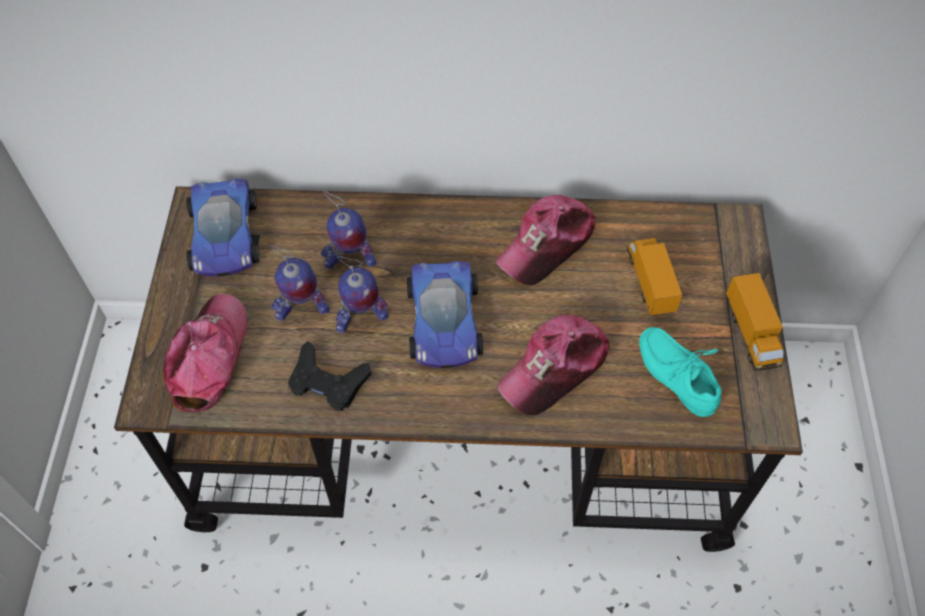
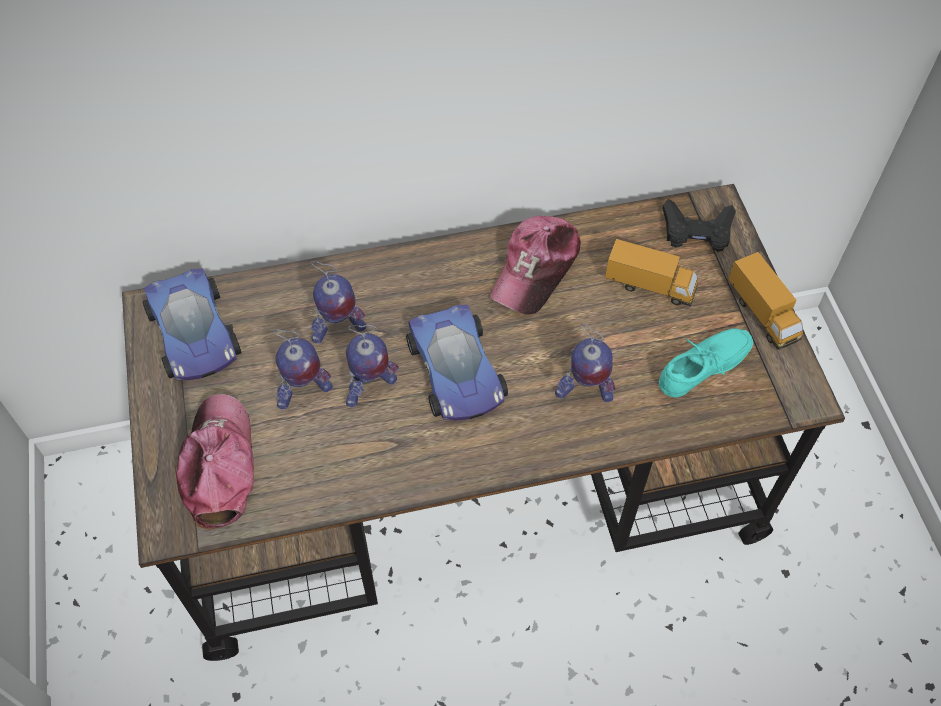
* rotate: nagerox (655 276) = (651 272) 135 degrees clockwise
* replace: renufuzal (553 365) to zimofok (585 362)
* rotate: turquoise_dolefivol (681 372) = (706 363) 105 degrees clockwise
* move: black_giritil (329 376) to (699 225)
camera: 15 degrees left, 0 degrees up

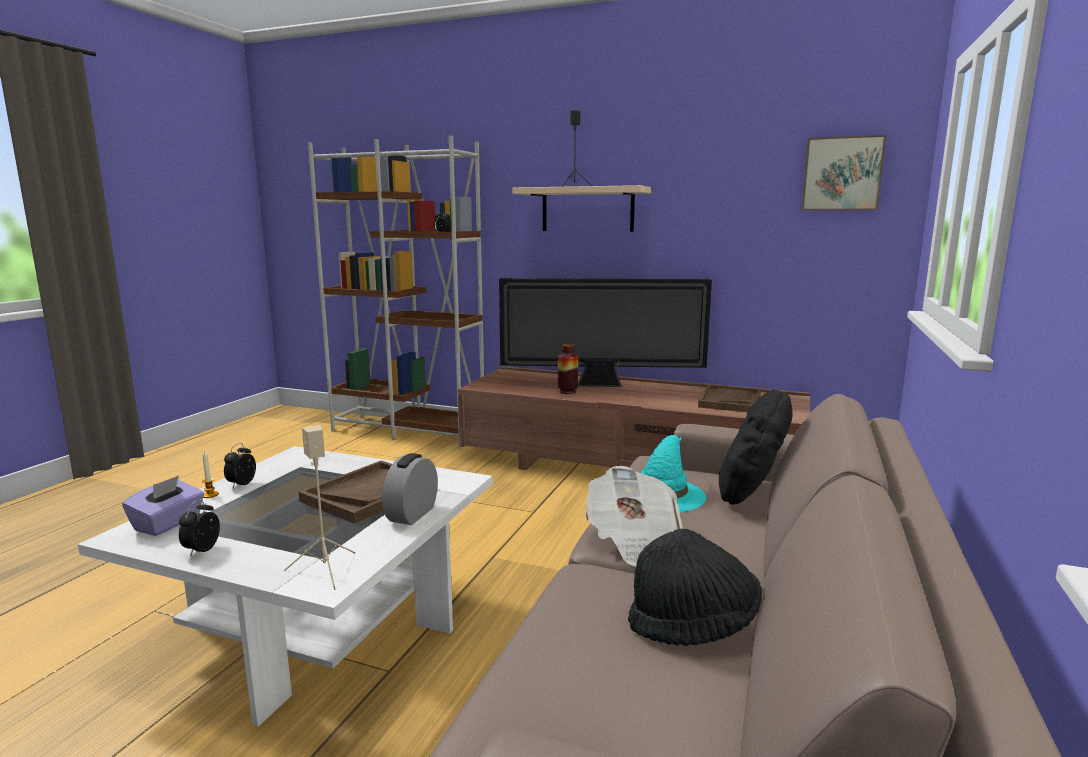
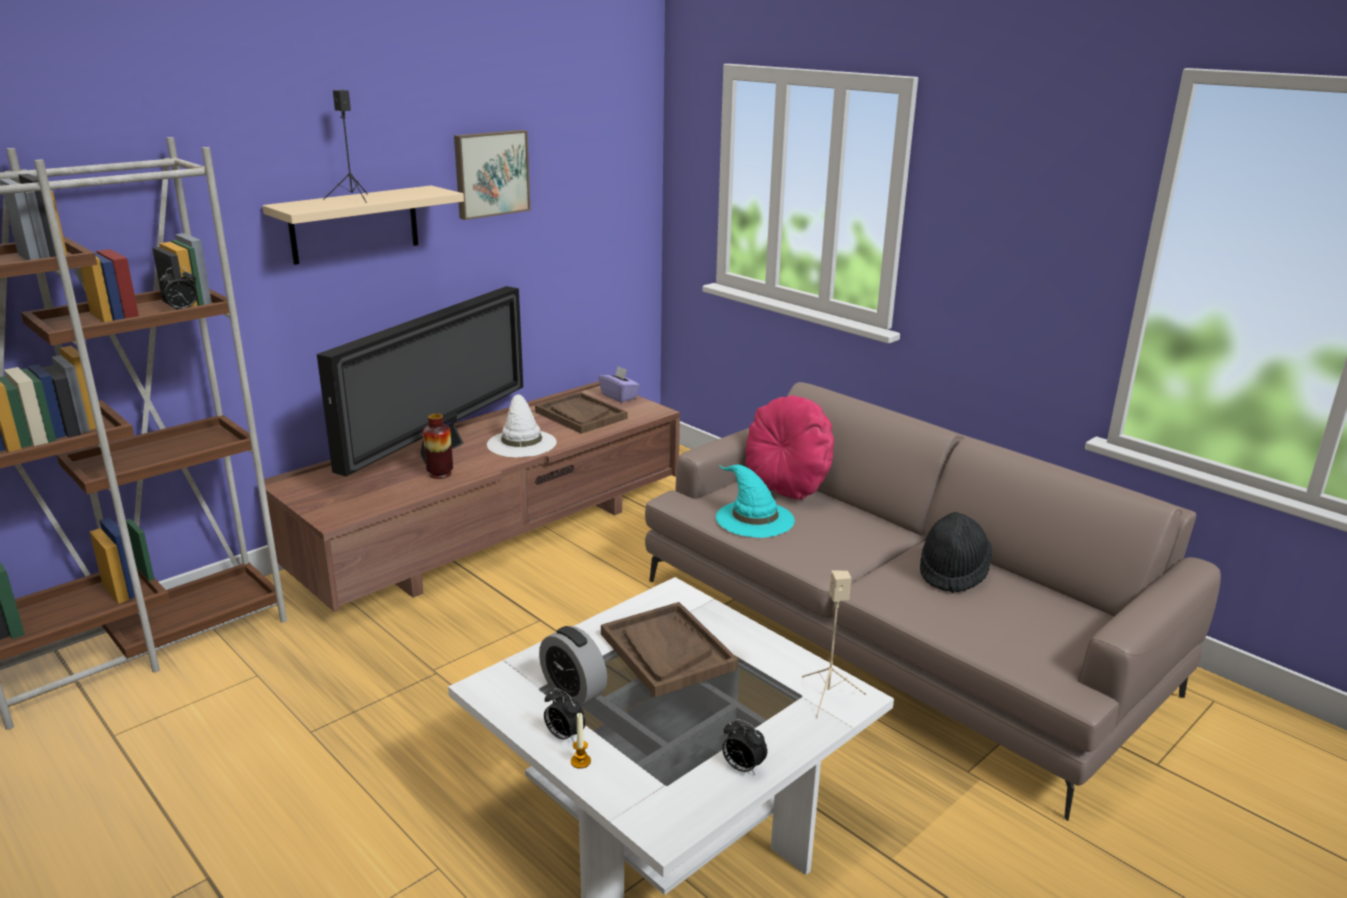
* move: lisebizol (844 172) to (492 175)
* recolor: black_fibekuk (756 447) to pink_fibekuk (789 448)
* move: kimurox (410 489) to (573 665)
* delete: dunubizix (634 516)
* move: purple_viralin (163 505) to (619 384)
* insert: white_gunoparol (522 425)
camera: 65 degrees left, 10 degrees up

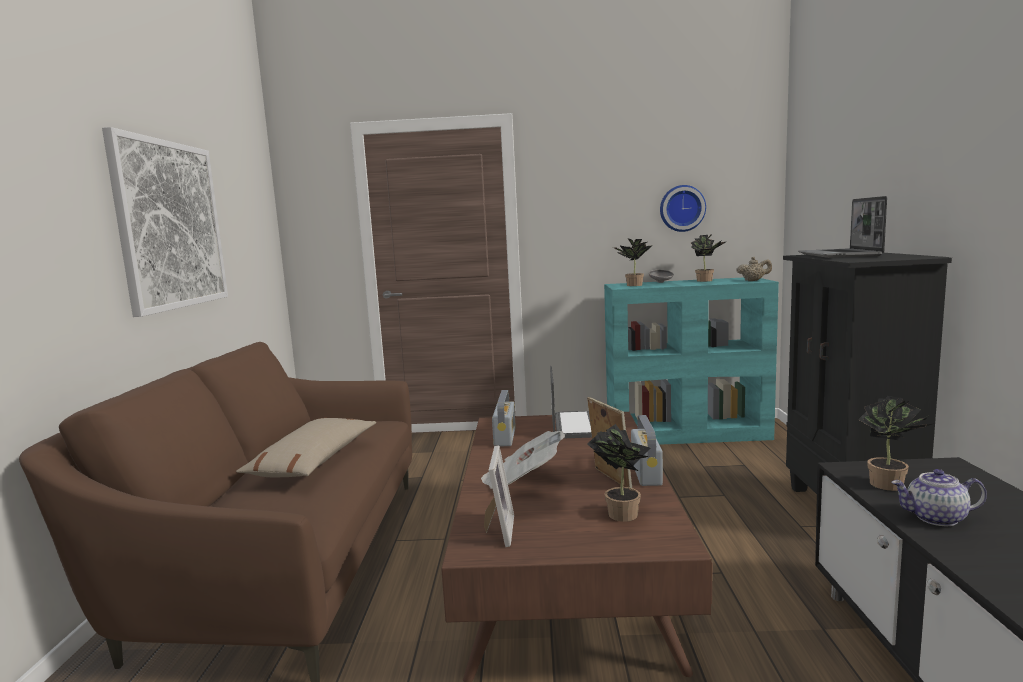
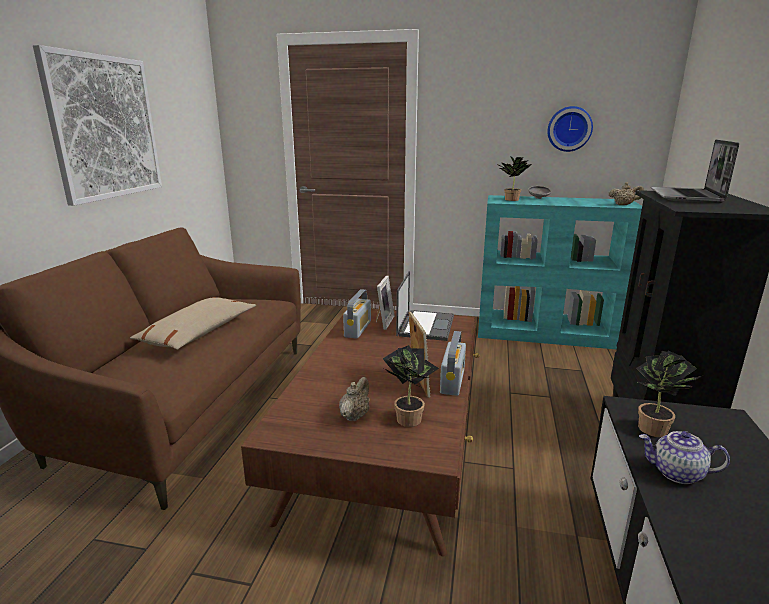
* delete: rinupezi (708 258)
* delete: dunubizix (523 460)
* move: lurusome (499 496) to (385 303)
* insert: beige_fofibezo (354 399)
camera: 10 degrees right, 10 degrees up

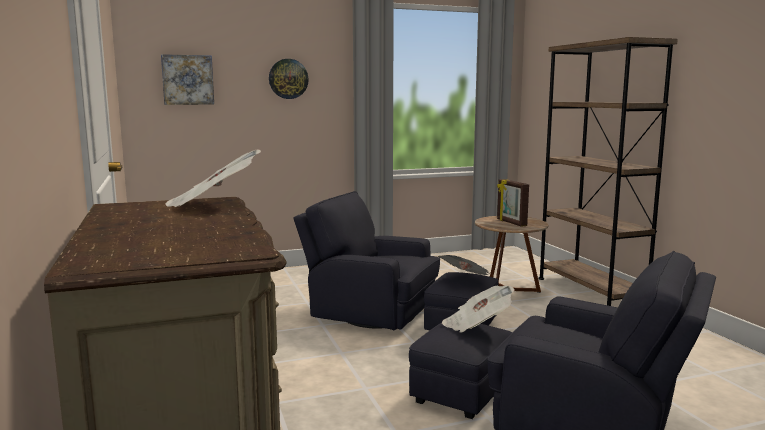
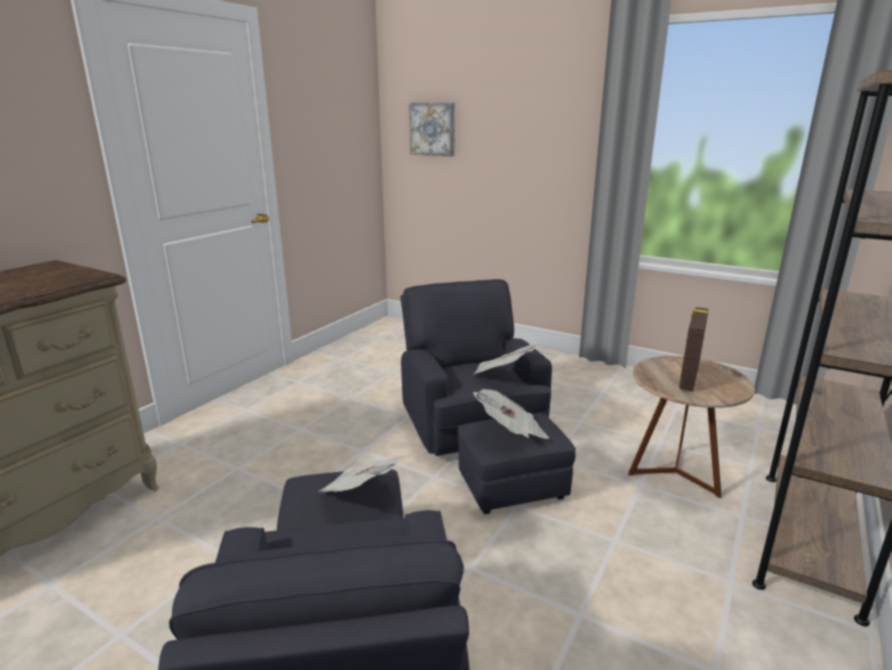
* delete: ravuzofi (289 79)
* move: dunubizix (213 178) to (504 359)
camera: 50 degrees right, 10 degrees up

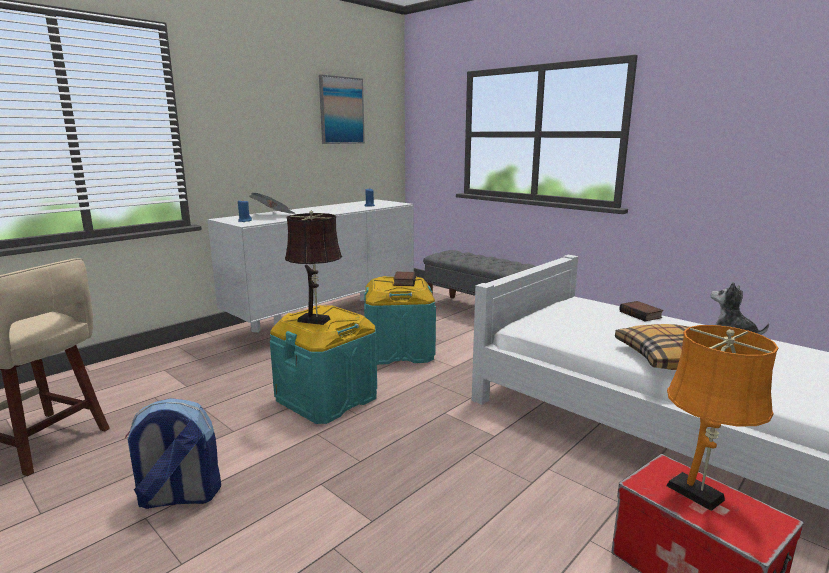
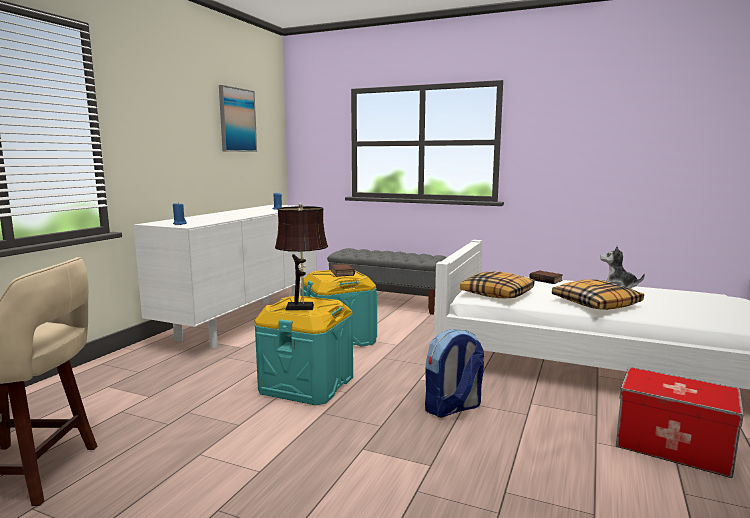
* delete: dunubizix (272 203)
* delete: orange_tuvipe (722 418)
* move: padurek (173 453) to (454 373)
* insert: fibekuk (497 284)
camera: 20 degrees left, 5 degrees down

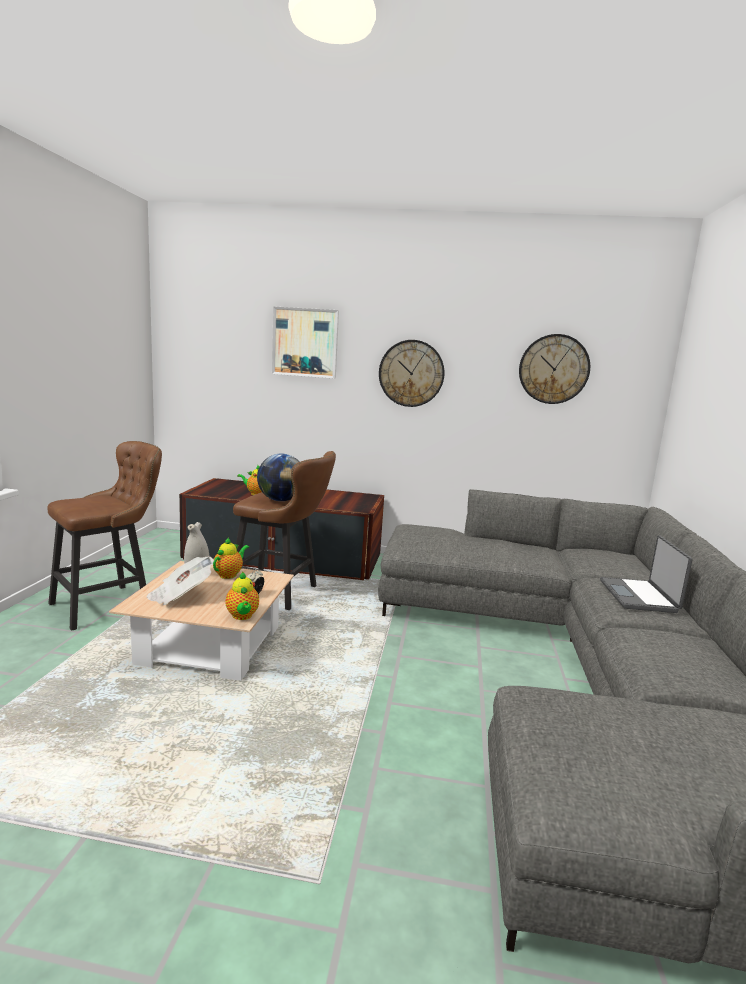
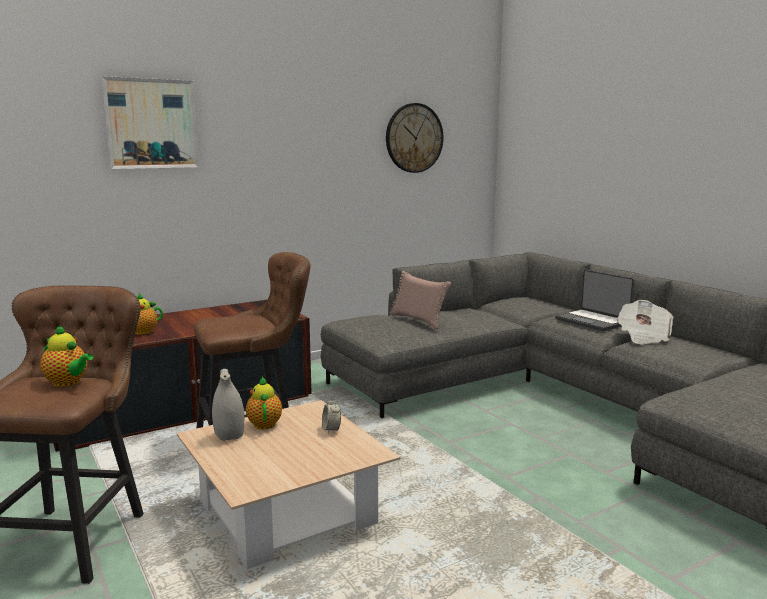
* delete: ravuzofi (412 373)
* delete: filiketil (278 477)
* move: dunubizix (180 581) to (645 322)
* move: fofibezo (242 596) to (67 356)
* insert: beige_fibekuk (420 300)
camera: 40 degrees left, 0 degrees up

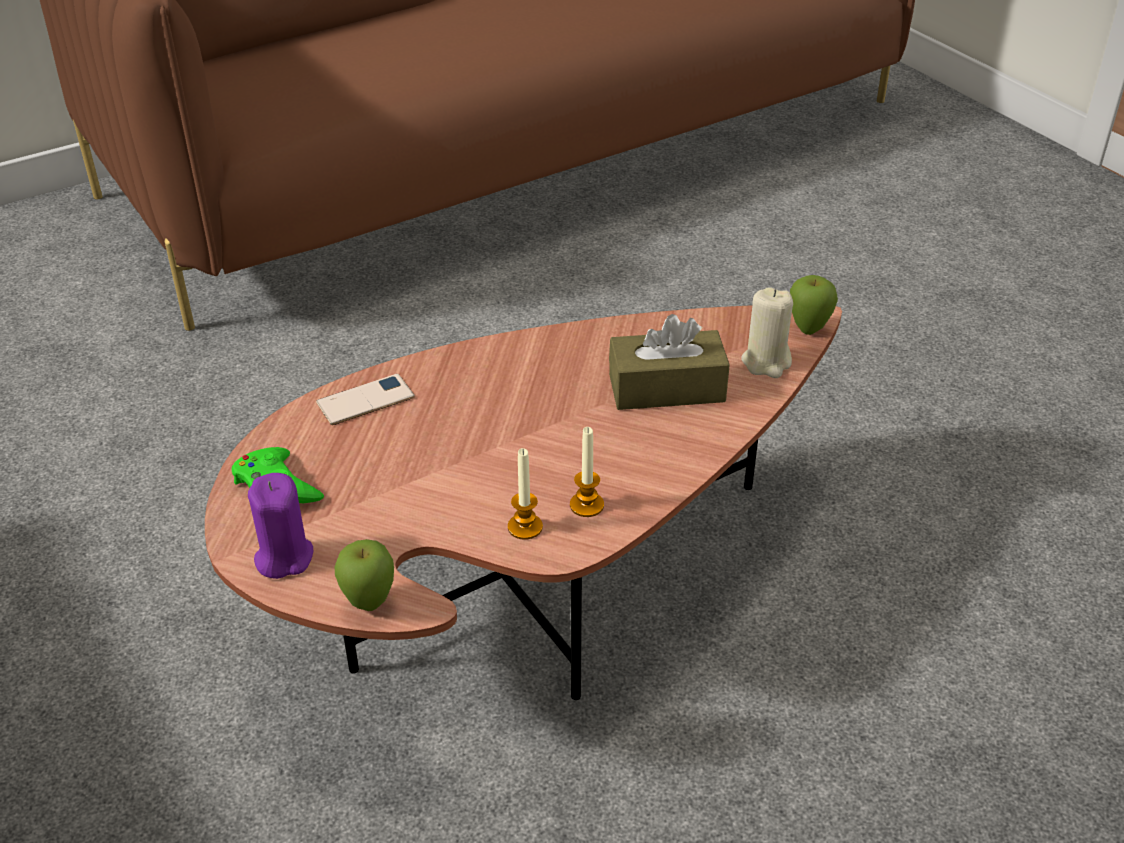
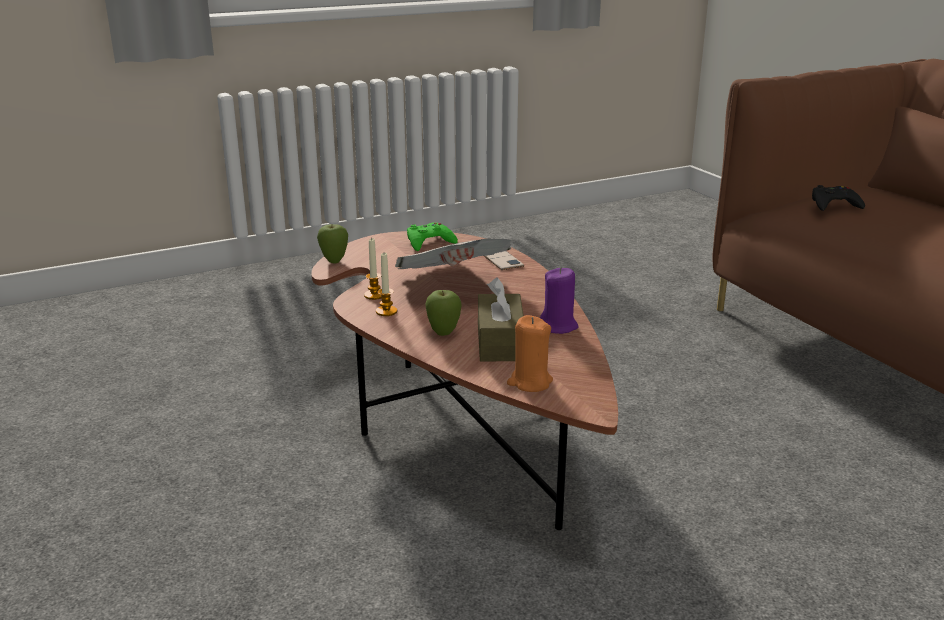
* move: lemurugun (814 305) to (444 313)
* recolor: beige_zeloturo (767 332) to orange_zeloturo (530 353)
* move: purple_zeloturo (280 526) to (559 300)
* insert: black_giritil (838 198)
* insert: dunubizix (453 253)
camera: 95 degrees right, 15 degrees down

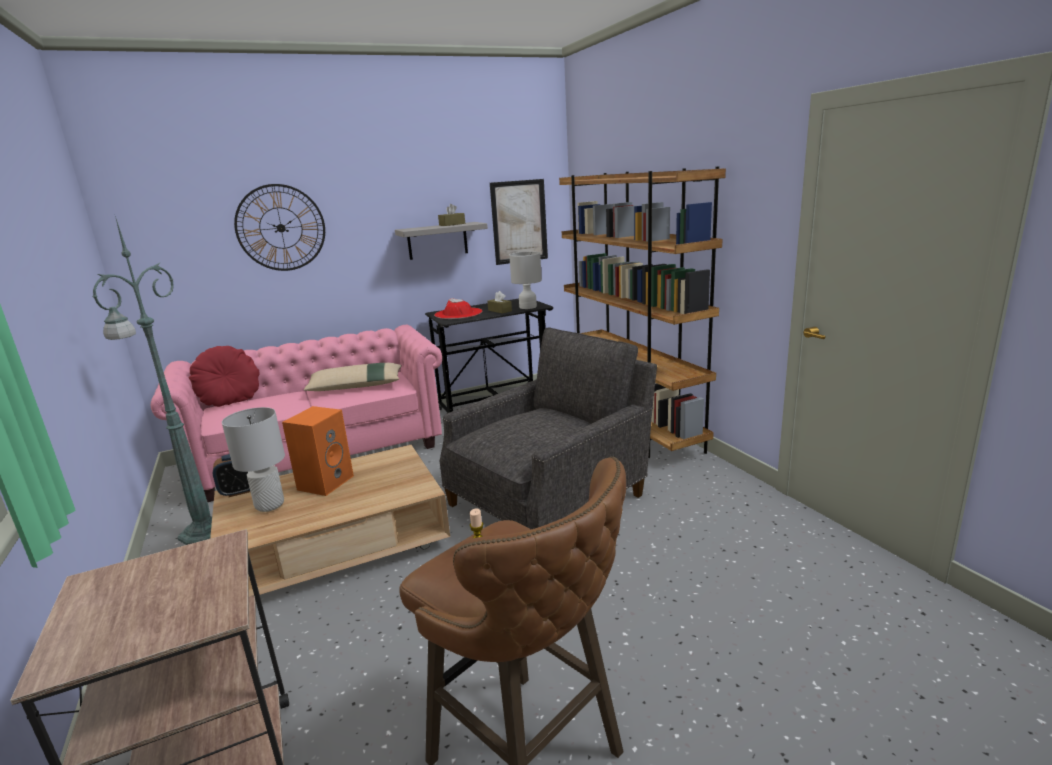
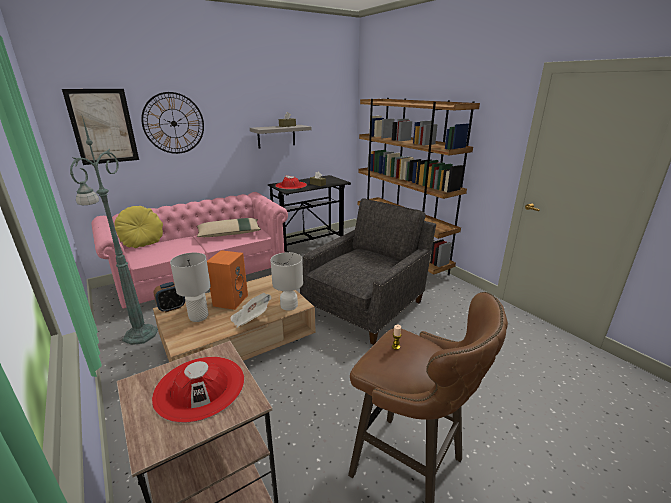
* move: lisebizol (519 222) to (100 127)
* move: grey_tuvipe (525 280) to (286 281)
* recolor: red_fibekuk (224 376) to yellow_fibekuk (138 227)
* insert: dunubizix (251 310)
* insert: red_gunoparol (198 390)
camera: 10 degrees left, 5 degrees up

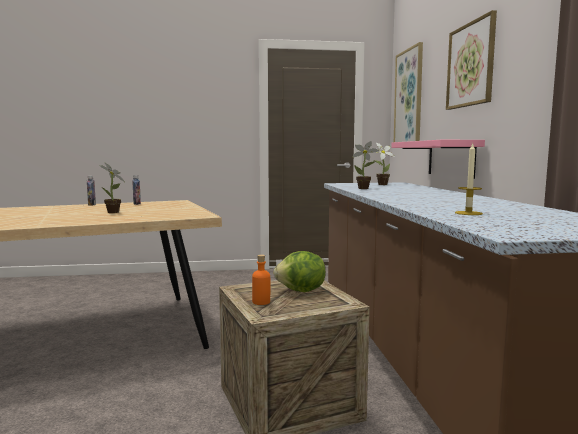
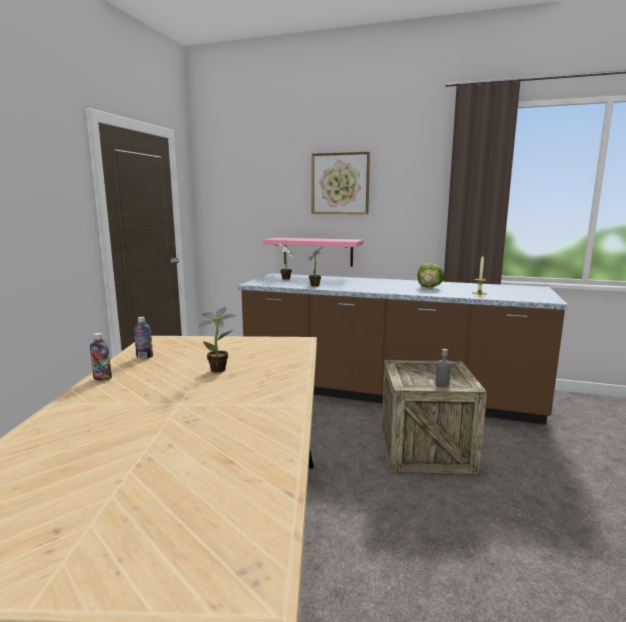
* delete: lisebizol (408 92)
* move: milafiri (299 271) to (431 275)
* recolor: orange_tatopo (261 279) to grey_tatopo (443 367)
camera: 65 degrees left, 5 degrees up

